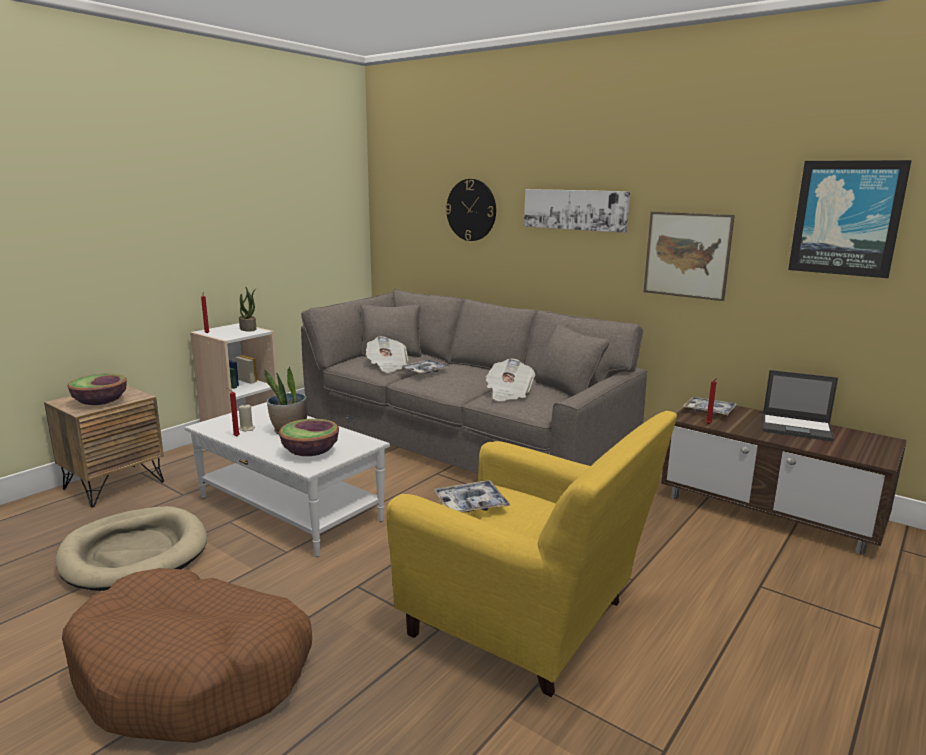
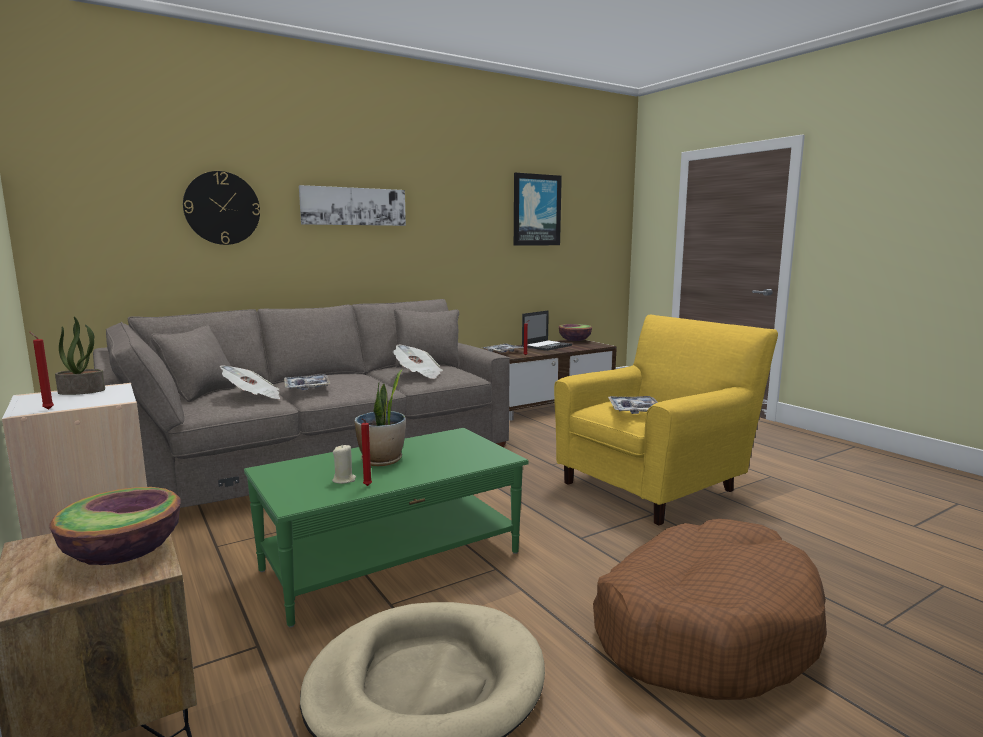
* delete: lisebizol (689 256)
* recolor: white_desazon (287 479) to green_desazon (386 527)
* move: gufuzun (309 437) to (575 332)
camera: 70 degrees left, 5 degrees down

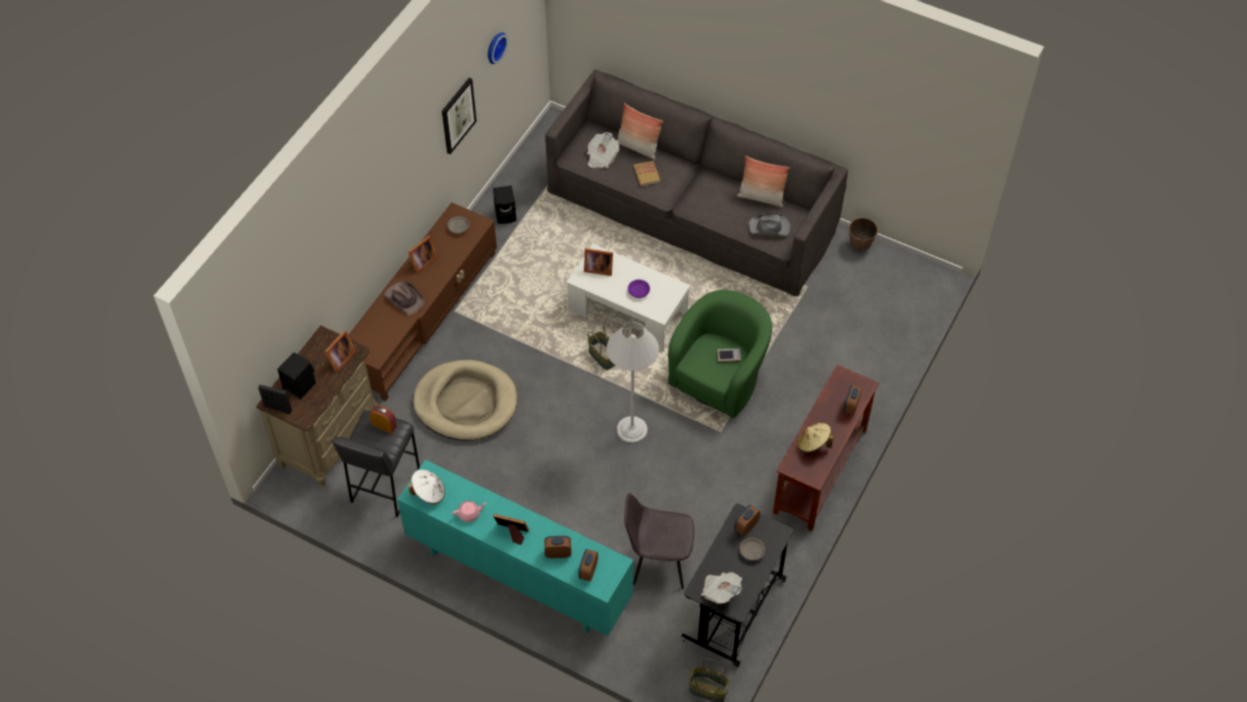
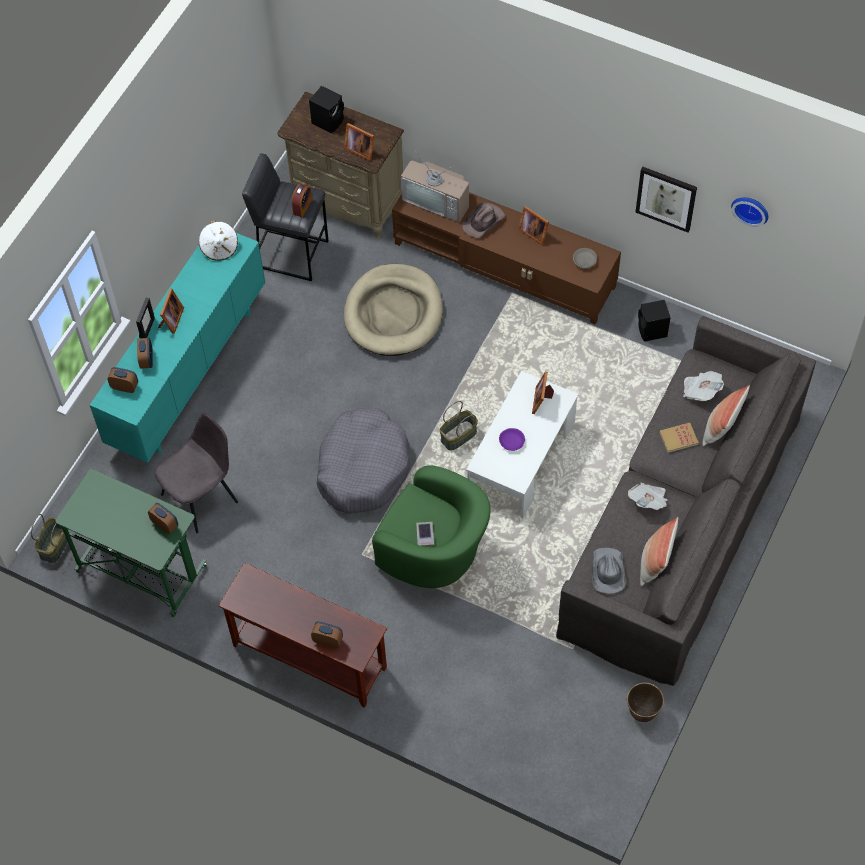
* replace: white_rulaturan (632 382) to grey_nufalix (363 460)
* move: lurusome (275 399) to (145 318)
* delete: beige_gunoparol (815 437)
* rotate: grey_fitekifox (659 541) = (196 473) 45 degrees clockwise
* delete: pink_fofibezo (469 511)
* recolor: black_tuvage (737 585) to green_tuvage (131 543)
* delete: grey_gufuzun (752 549)
* move: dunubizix (721 588) to (647 496)
* insert: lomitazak (435 186)
camera: 90 degrees right, 5 degrees up

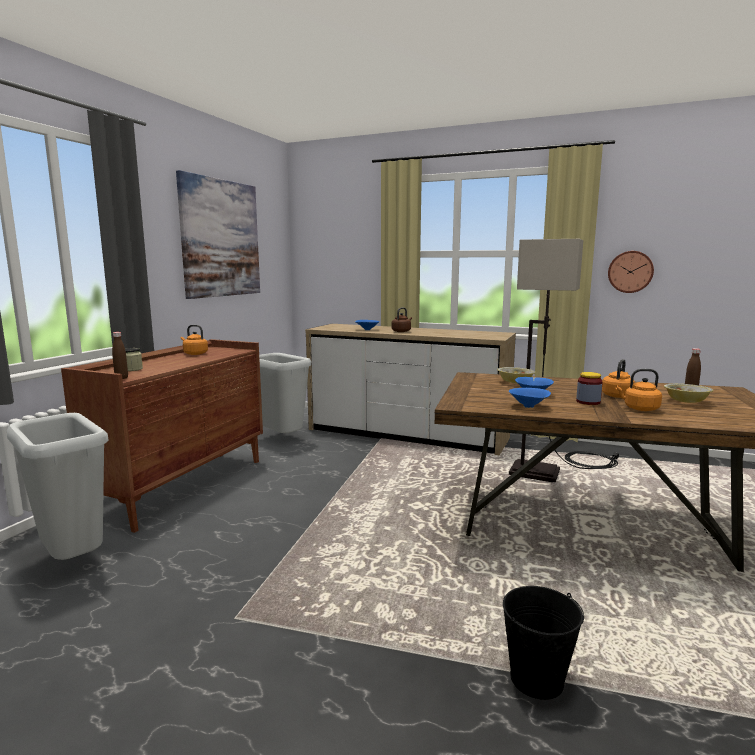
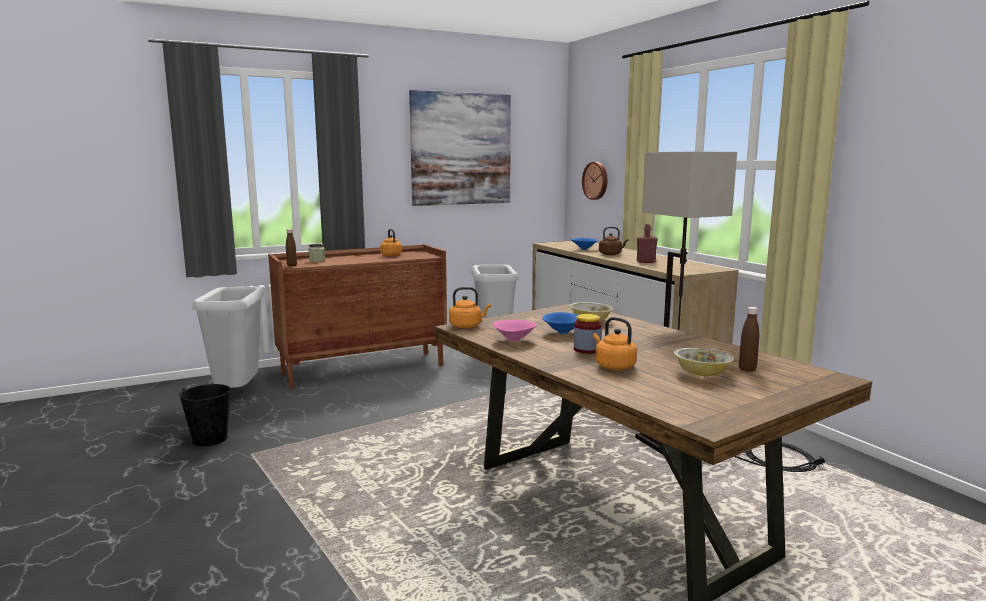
* move: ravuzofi (631 272) to (595 181)
* move: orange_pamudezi (618 378) to (470 307)
* recolor: blue_gufuzun (530 398) to pink_gufuzun (515 331)
* move: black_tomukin (543 643) to (205 415)
* insert: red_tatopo (647 243)
camera: 40 degrees right, 0 degrees up

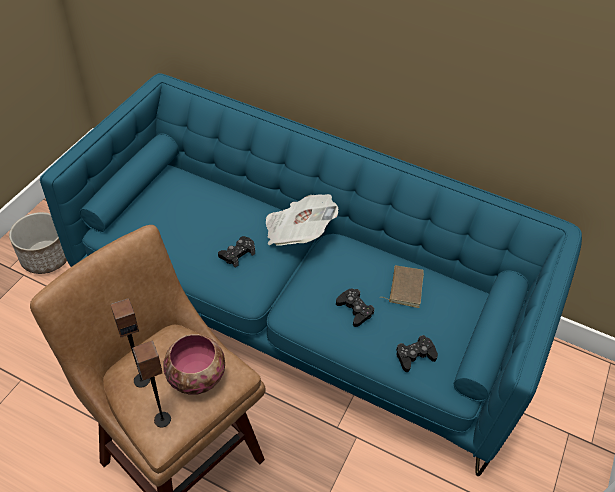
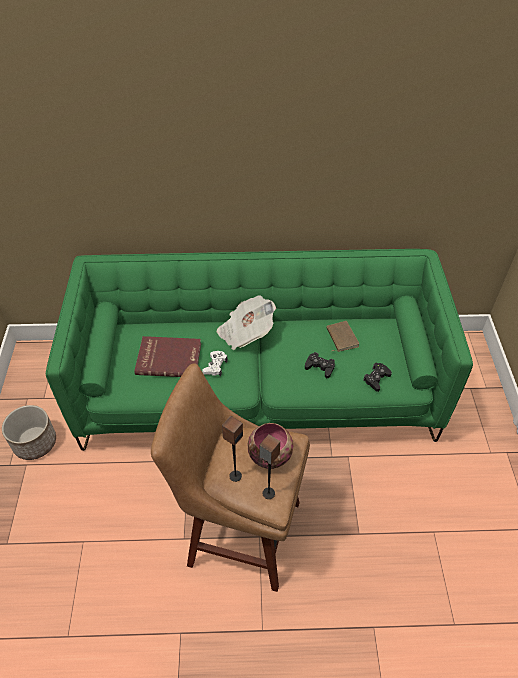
* recolor: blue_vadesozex (311 274) to green_vadesozex (259 350)
* recolor: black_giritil (236 251) to white_giritil (215 364)
* insert: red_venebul (167 356)
camera: 25 degrees left, 0 degrees up

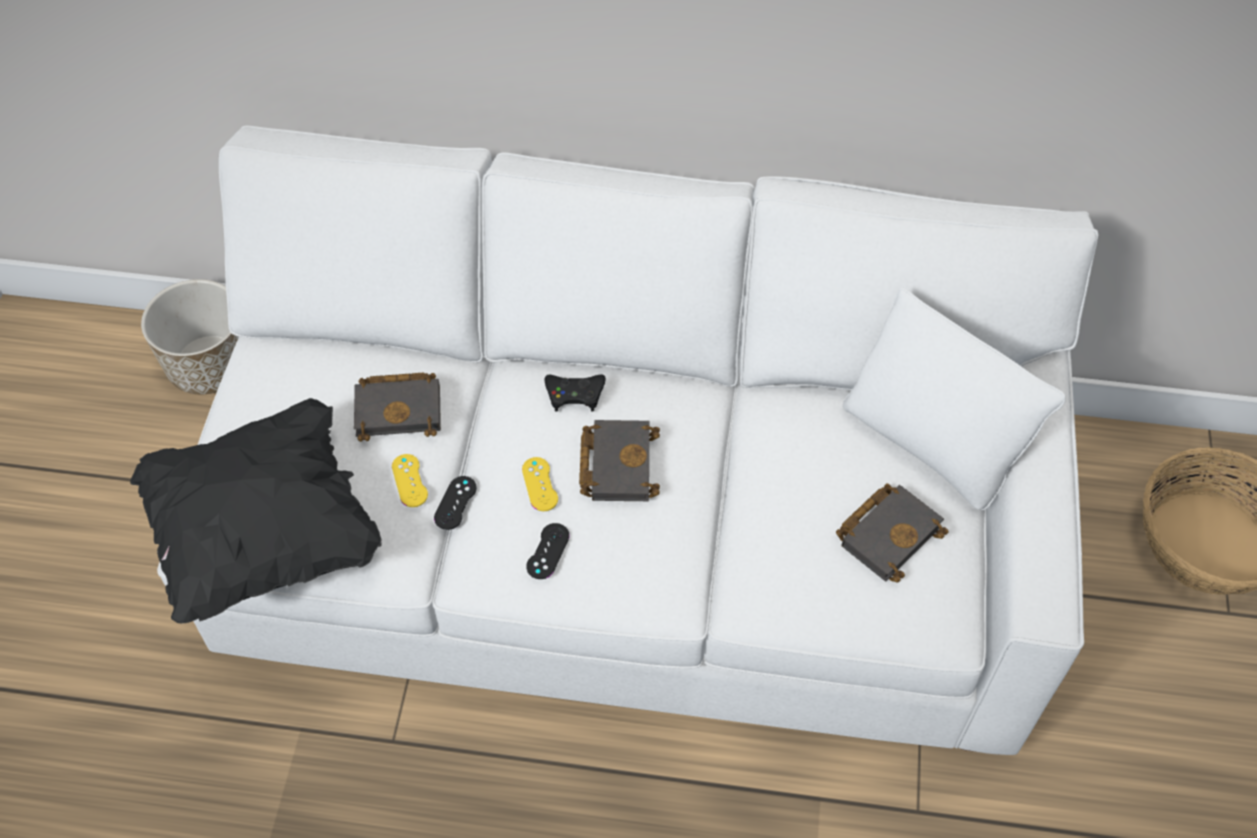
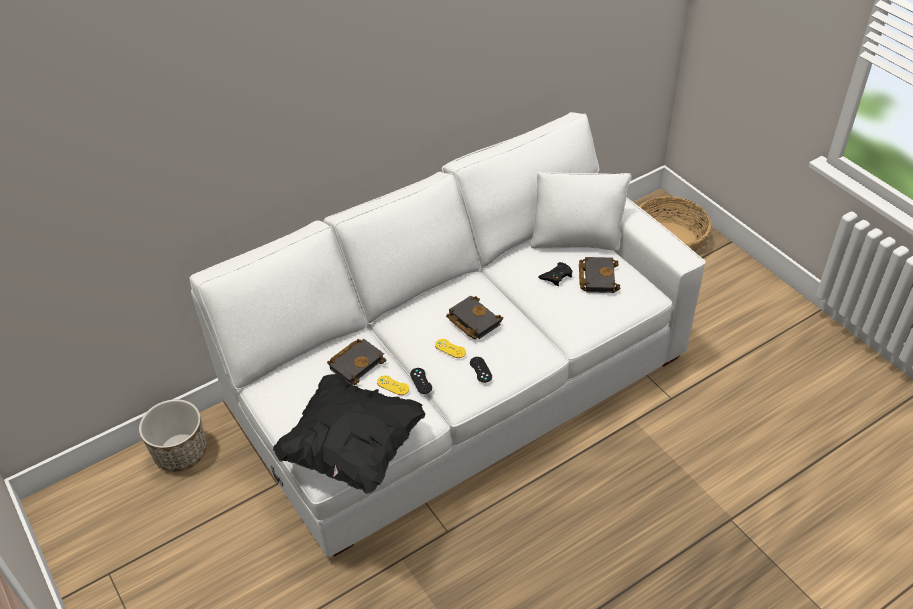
* move: black_giritil (575 393) to (555 274)
camera: 40 degrees left, 10 degrees down

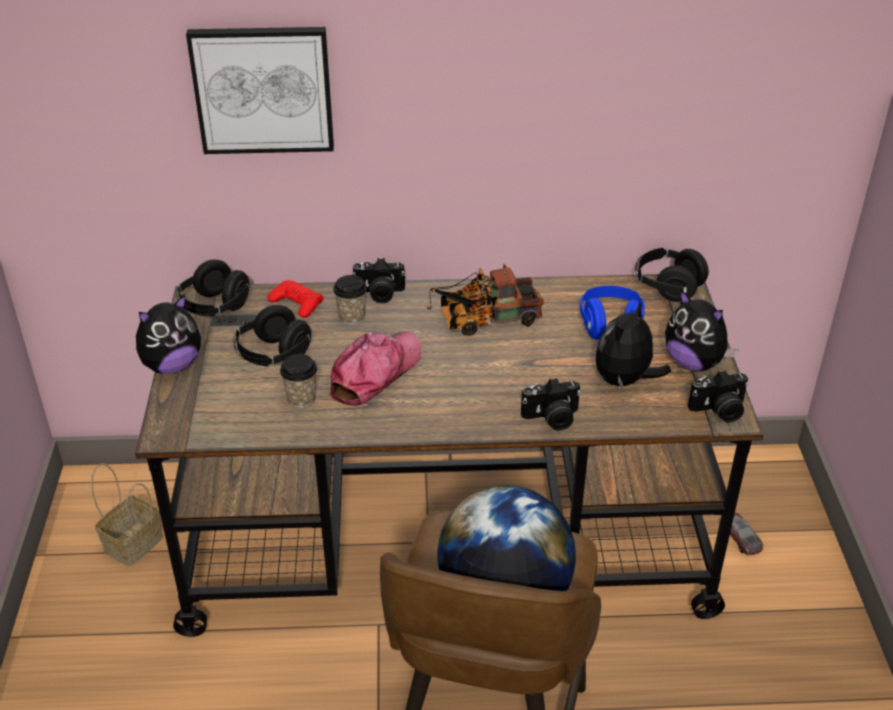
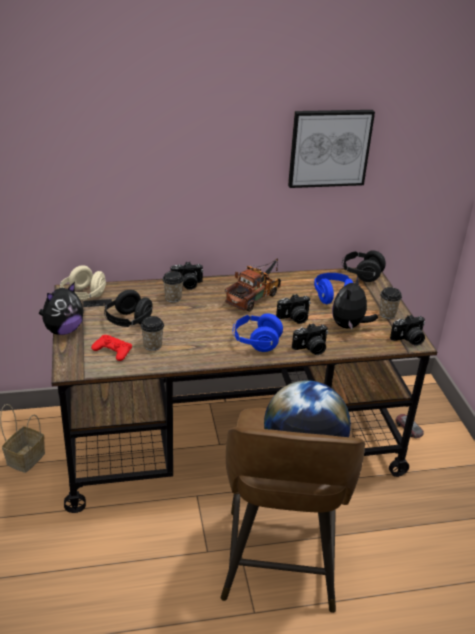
* move: lisebizol (260 90) to (331 149)
* recolor: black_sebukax (212 288) to beige_sebukax (83 282)
* rotate: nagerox (485 300) = (253 285) 150 degrees clockwise
* move: red_giritil (296 299) to (111 348)
* replace: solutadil (702 330) to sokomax (390 303)
* delete: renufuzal (375 368)
* insert: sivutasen (293 309)
* insert: blue_sebukax (258 333)
camera: 10 degrees left, 5 degrees down

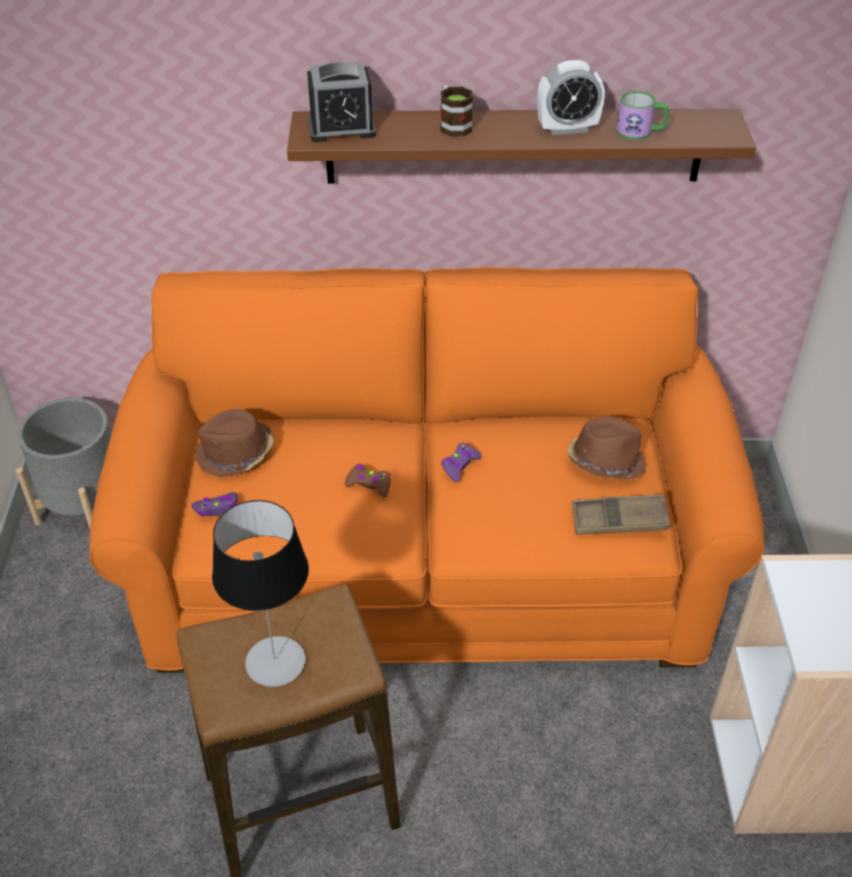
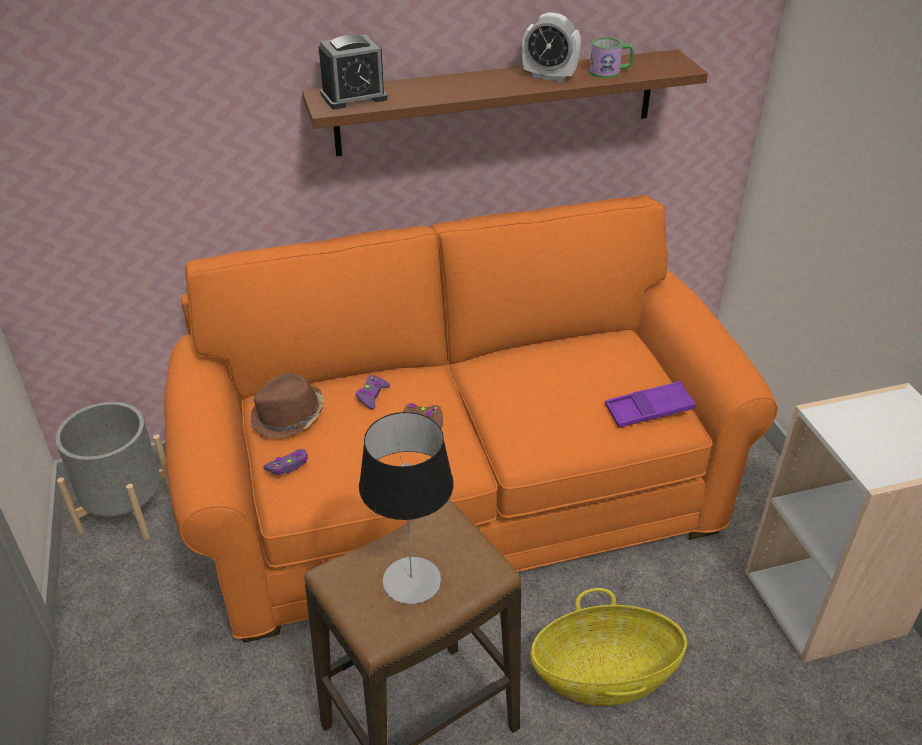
* rotate: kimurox (571 97) = (551 47) 45 degrees clockwise
* delete: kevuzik (456 111)
* delete: brown_gunoparol (606 448)
* move: purple_giritil (461 462) to (373 392)
* recolor: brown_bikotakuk (621 514) to purple_bikotakuk (650 404)
* insert: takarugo (608 647)
camera: 15 degrees left, 5 degrees down

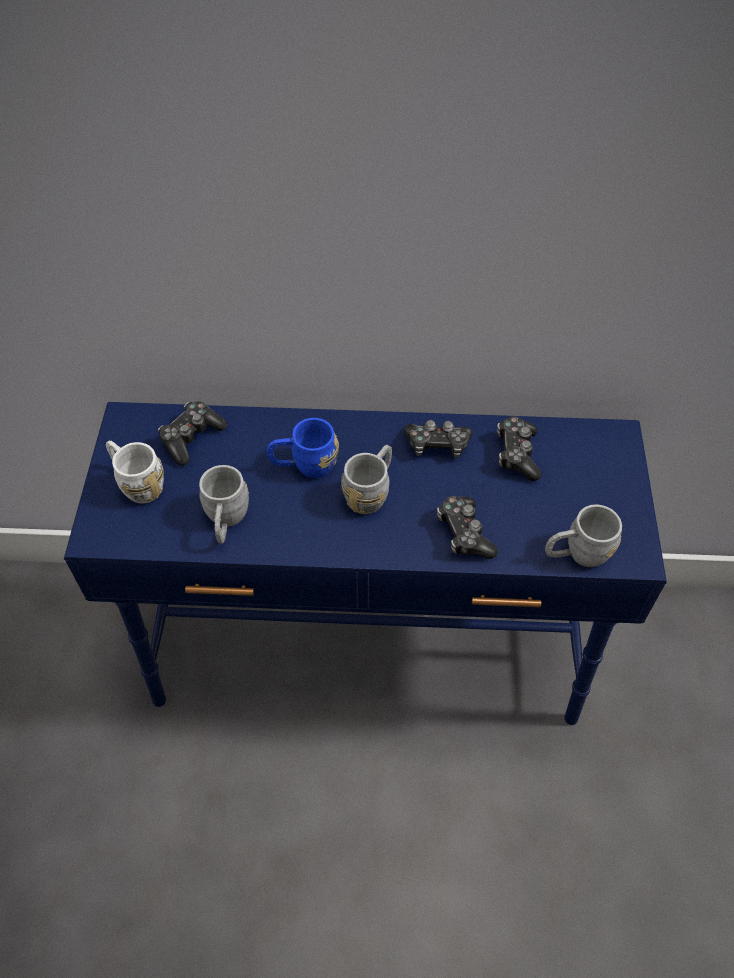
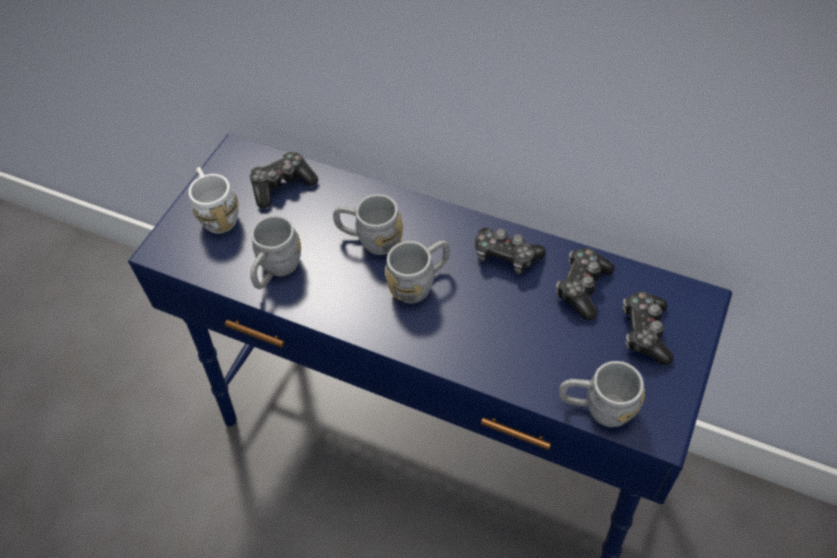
* recolor: blue_kevuzik (303 448) to grey_kevuzik (368 224)
* move: giritil (467 527) to (648 328)
camera: 25 degrees right, 0 degrees up

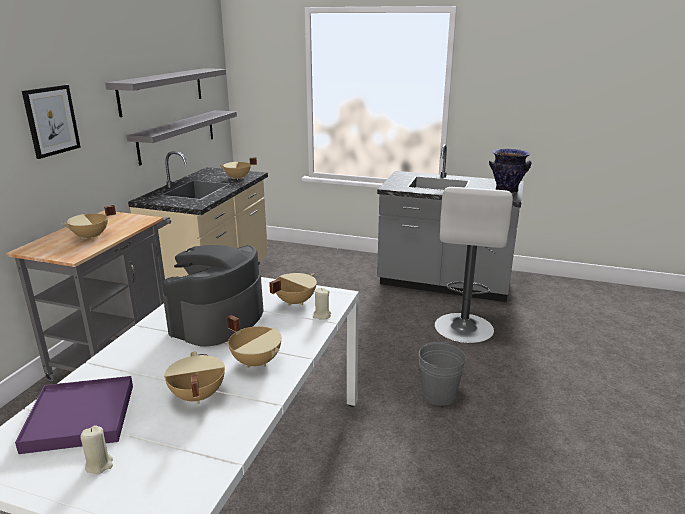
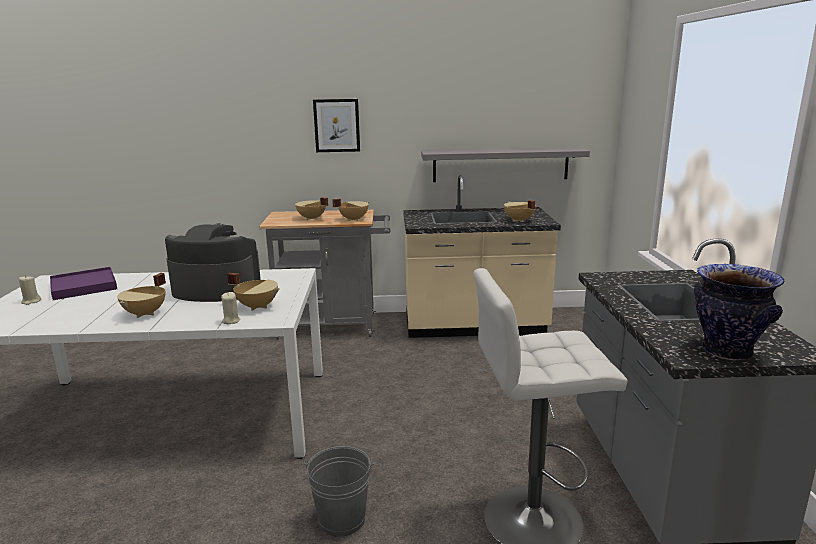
* delete: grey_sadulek (165 92)
* move: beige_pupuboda (194 378) to (351 209)
camera: 70 degrees right, 5 degrees down

